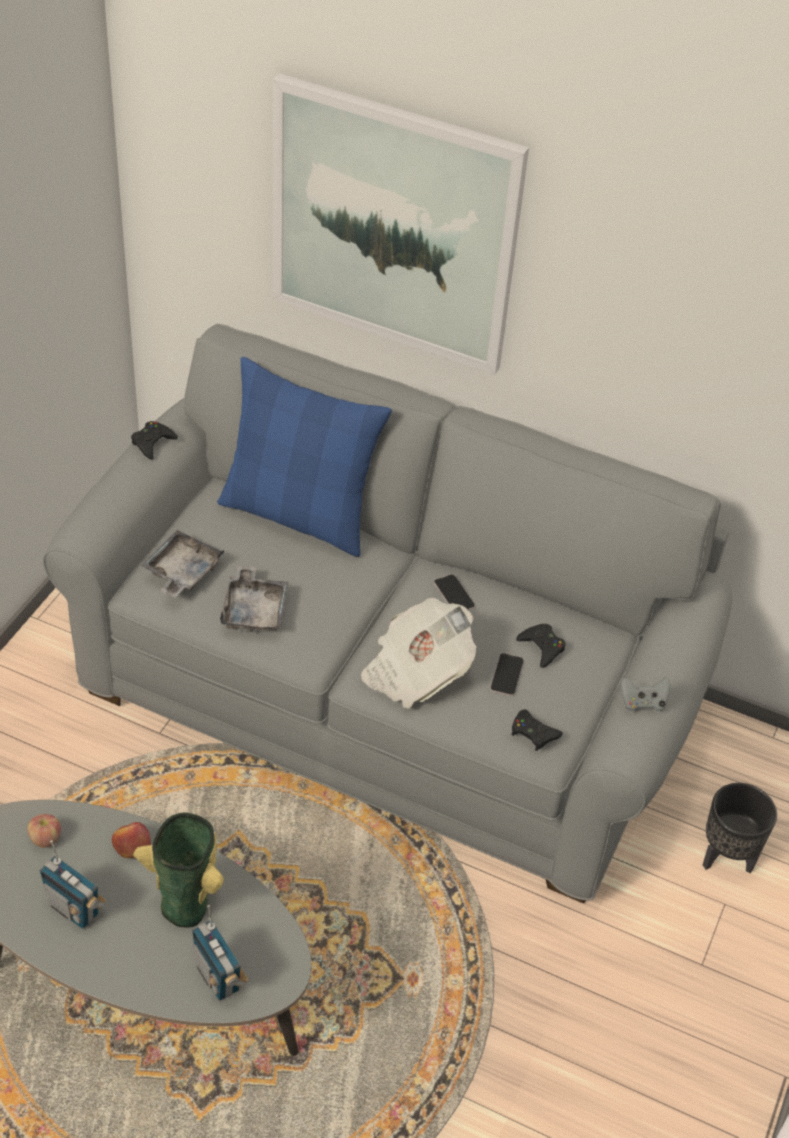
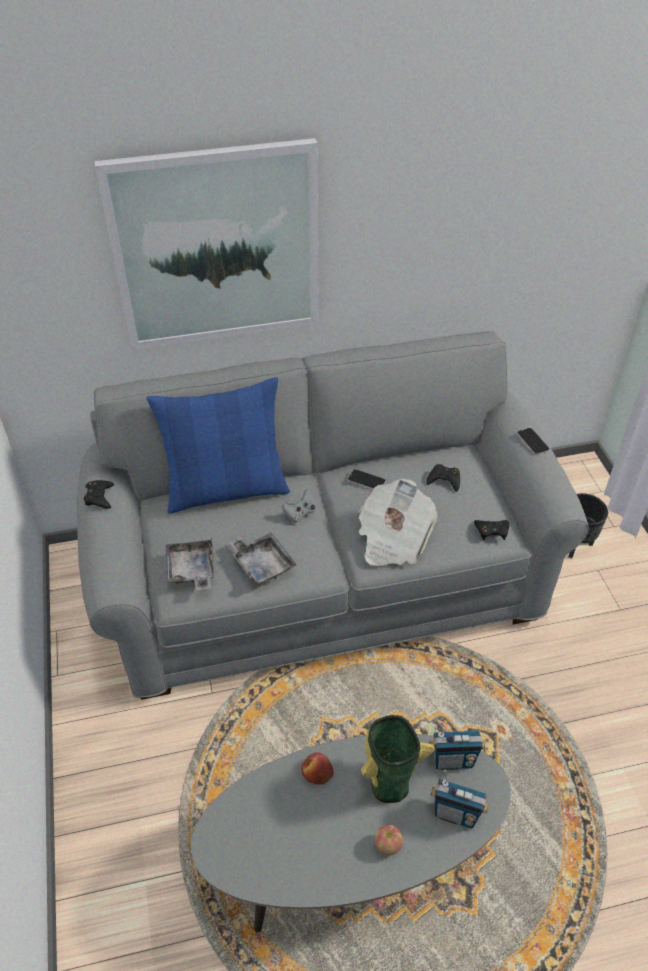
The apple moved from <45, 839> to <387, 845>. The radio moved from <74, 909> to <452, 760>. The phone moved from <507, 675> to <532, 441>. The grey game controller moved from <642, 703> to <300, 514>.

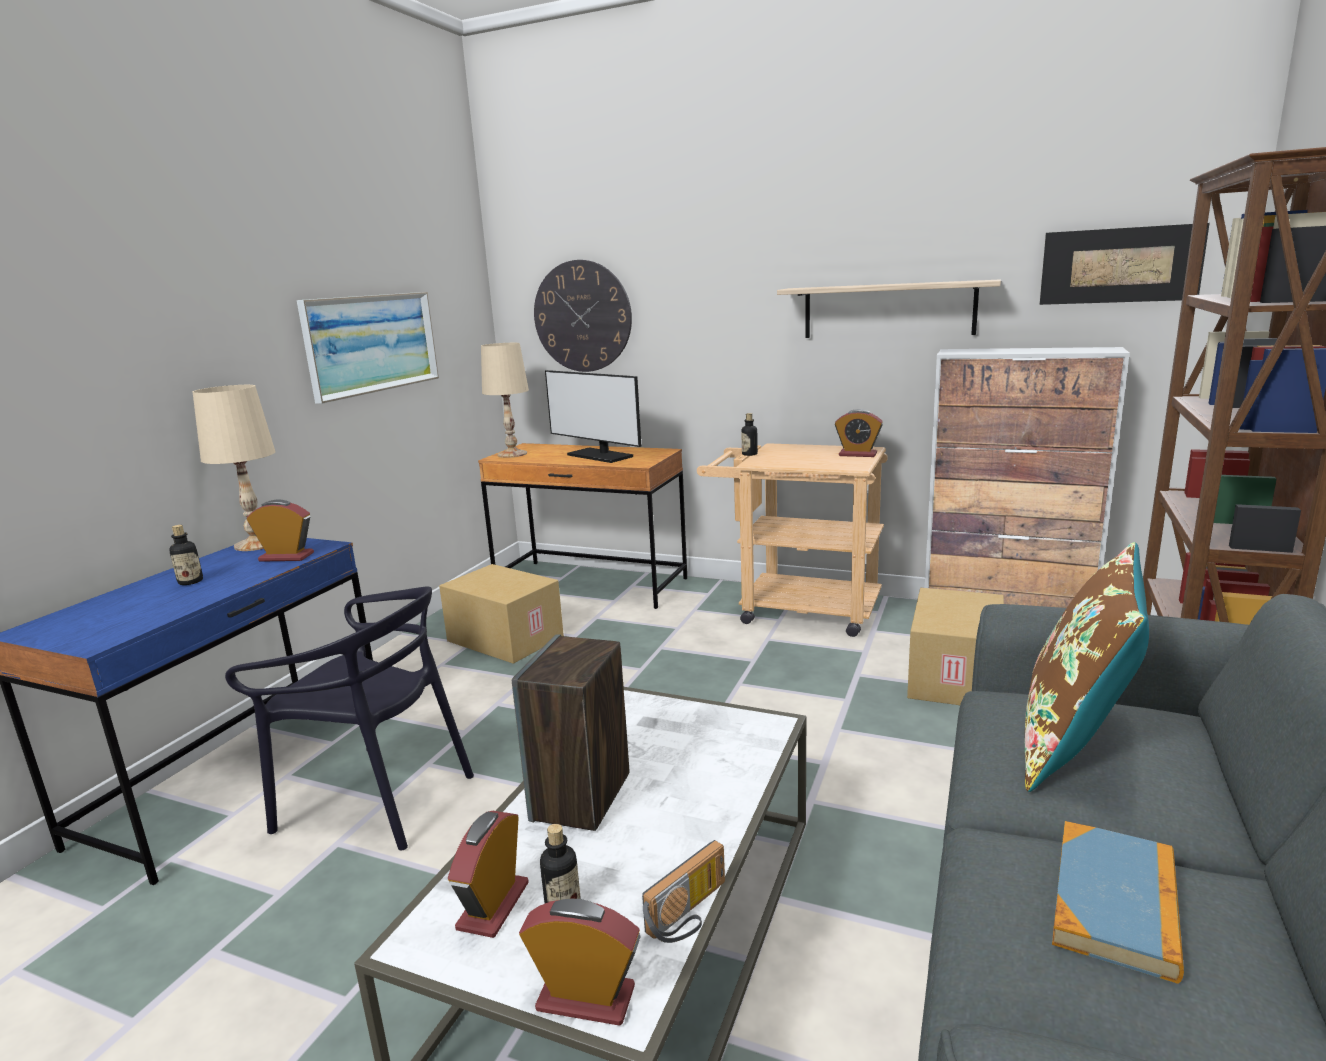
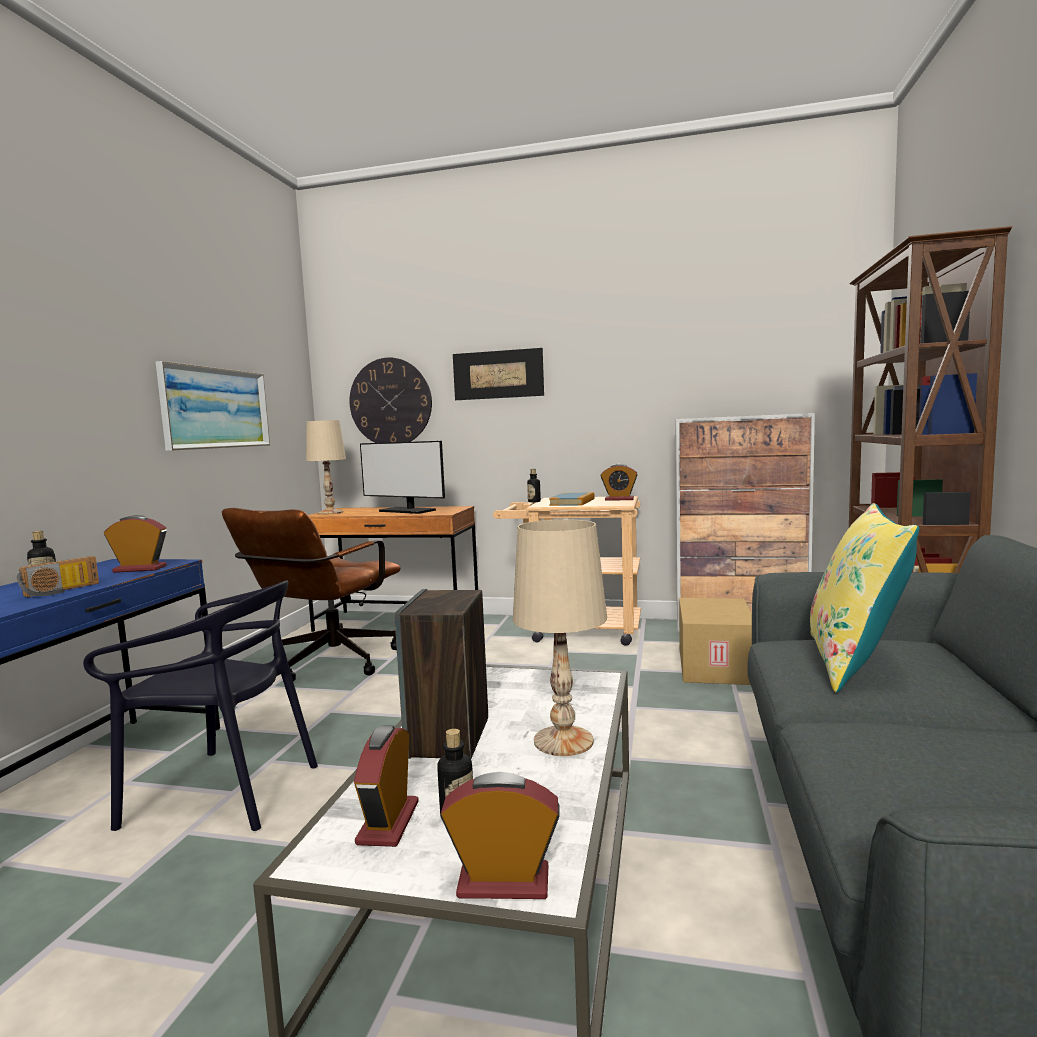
The beige table lamp moved from <257, 544> to <562, 741>. The cardboard box at <503, 639> was replaced by the brown office chair at <326, 665>. The radio moved from <691, 914> to <62, 591>. The shelf at <888, 310> disappeared. The brown pillow at <1074, 744> became the yellow pillow at <854, 663>. The picture moved from <1120, 265> to <498, 374>. The book moved from <1115, 902> to <572, 502>.

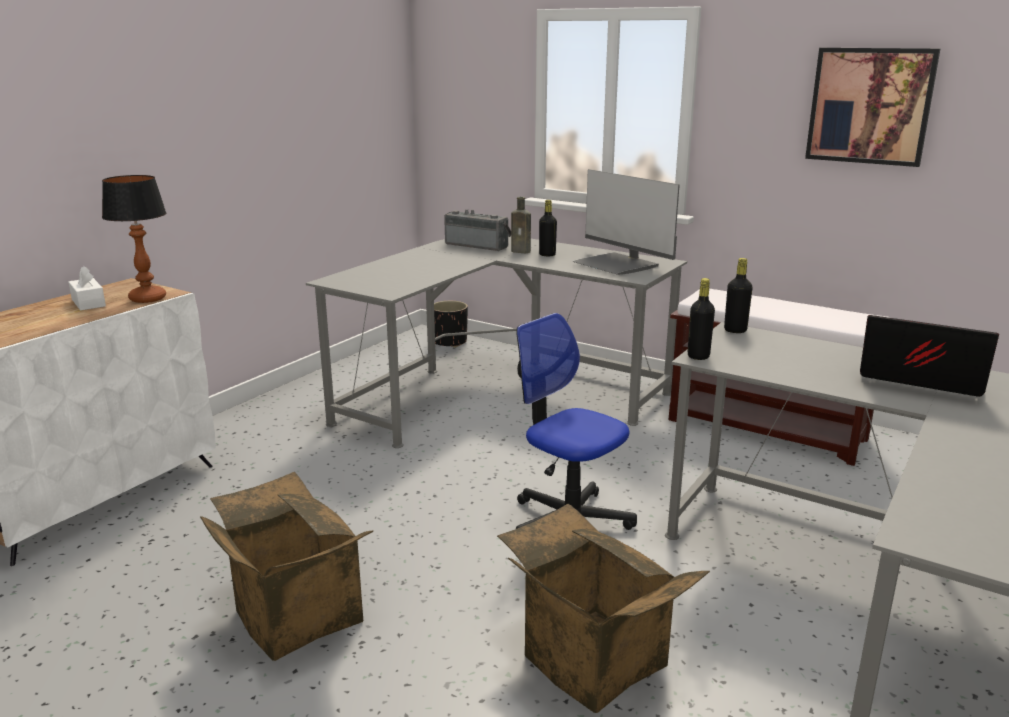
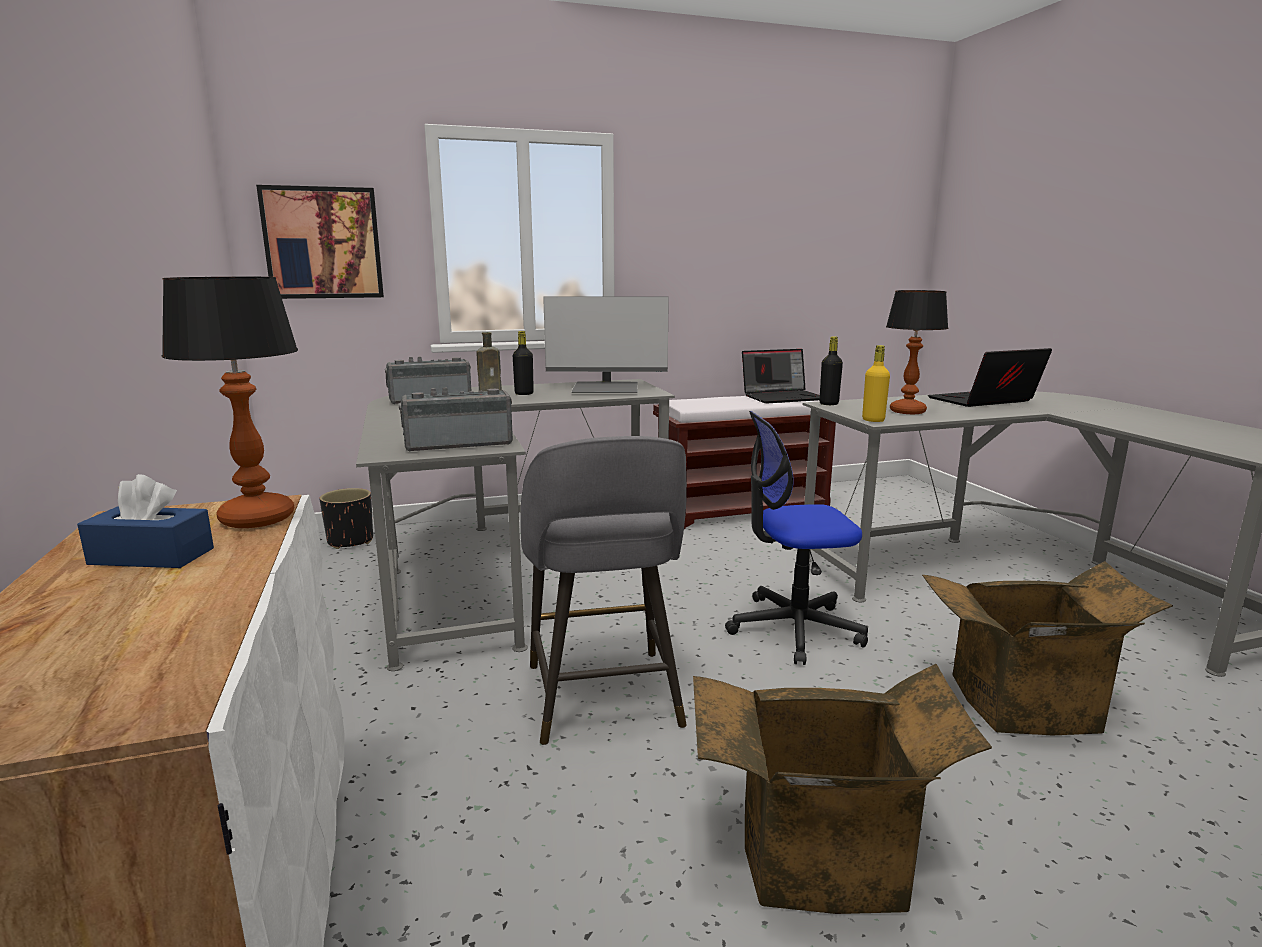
The white tissue box at <88, 303> became the blue tissue box at <151, 556>. The black bottle at <698, 356> became the yellow bottle at <873, 420>. The picture moved from <870, 106> to <323, 243>. The radio at <459, 444> appeared. The grey stool at <603, 698> appeared. The laptop at <783, 397> appeared. The table lamp at <908, 411> appeared.

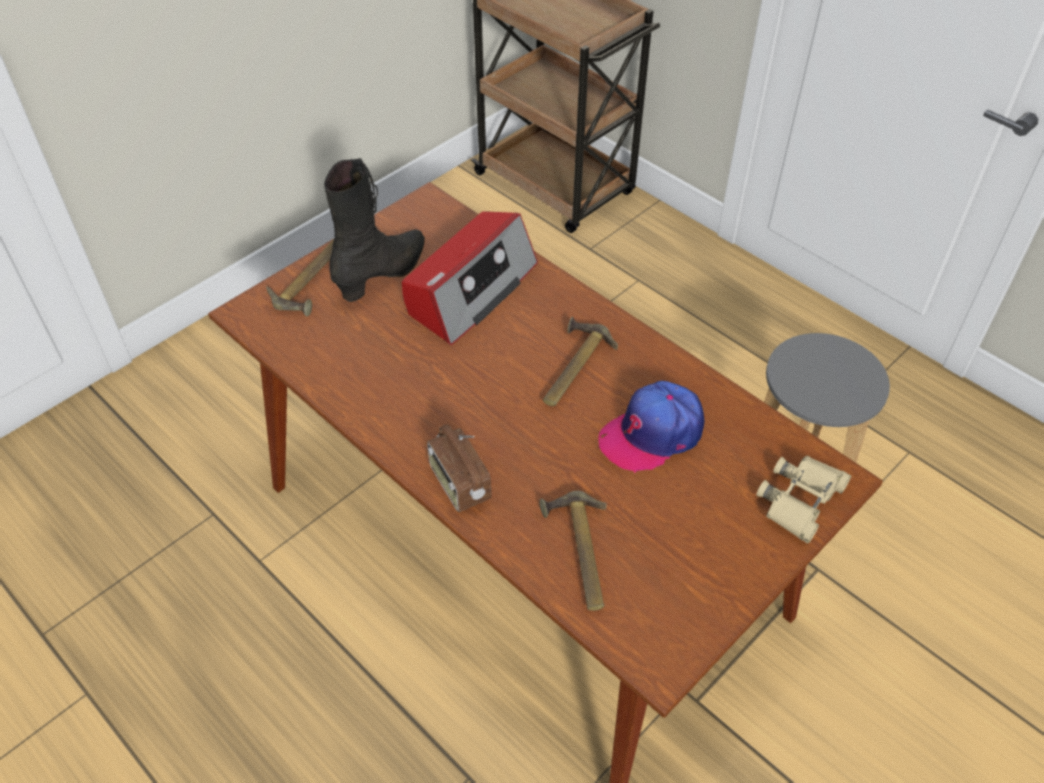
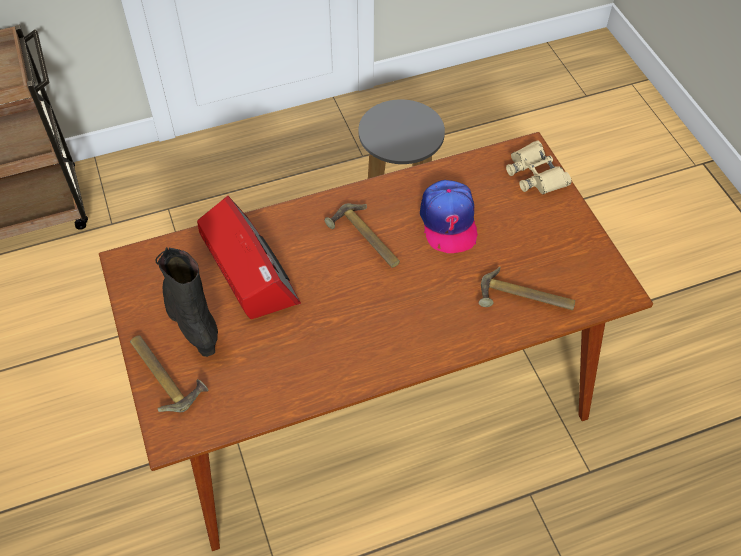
The radio at <459, 484> disappeared.

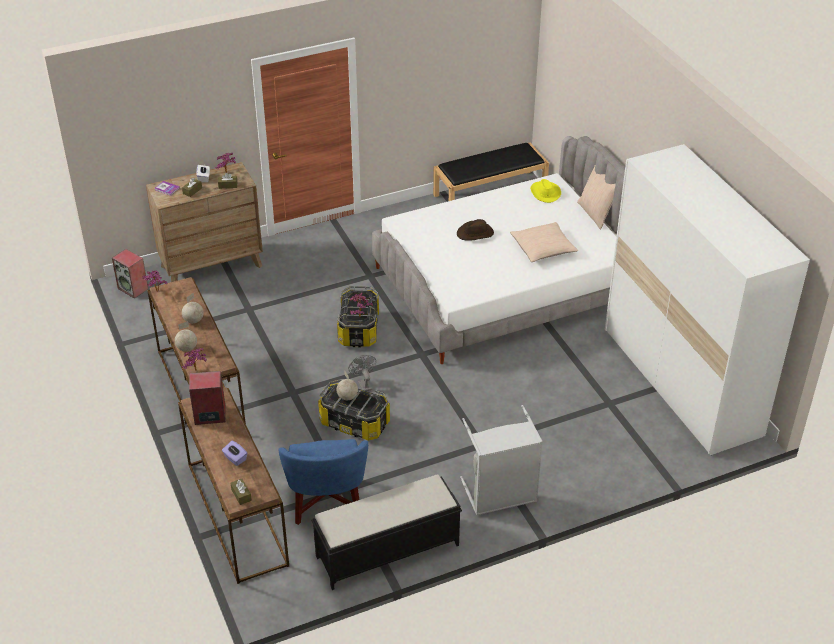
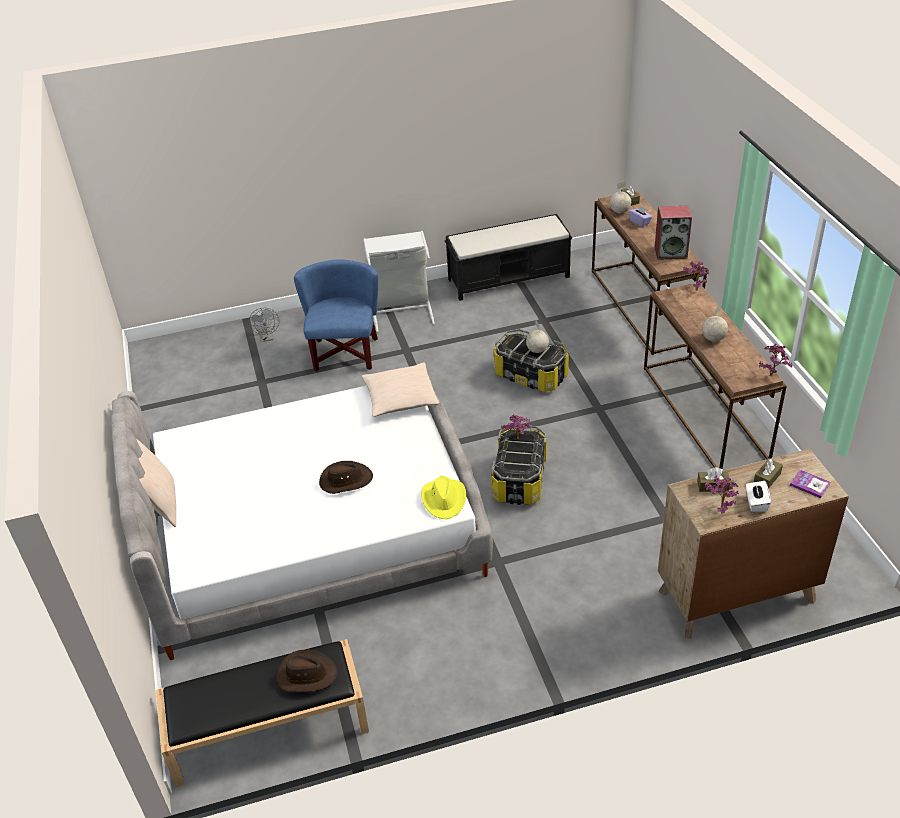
The speaker at <133, 288> disappeared. The globe moved from <187, 348> to <619, 211>. The blue armchair moved from <327, 502> to <345, 354>. The grey fan moved from <363, 384> to <268, 338>. The beige pillow moved from <543, 248> to <400, 398>. The yellow hat moved from <544, 193> to <444, 499>. The white wardrobe at <681, 382> disappeared. The brown hat at <306, 674> appeared.

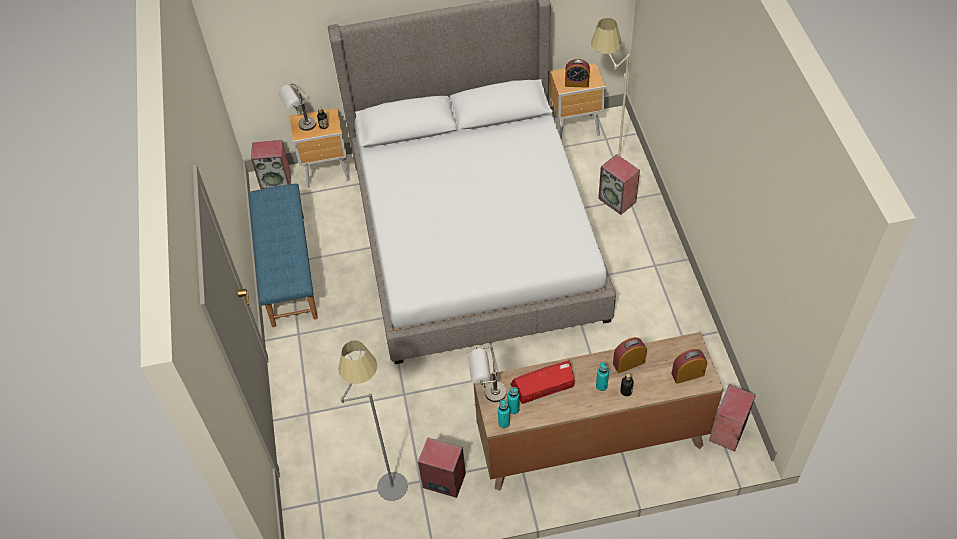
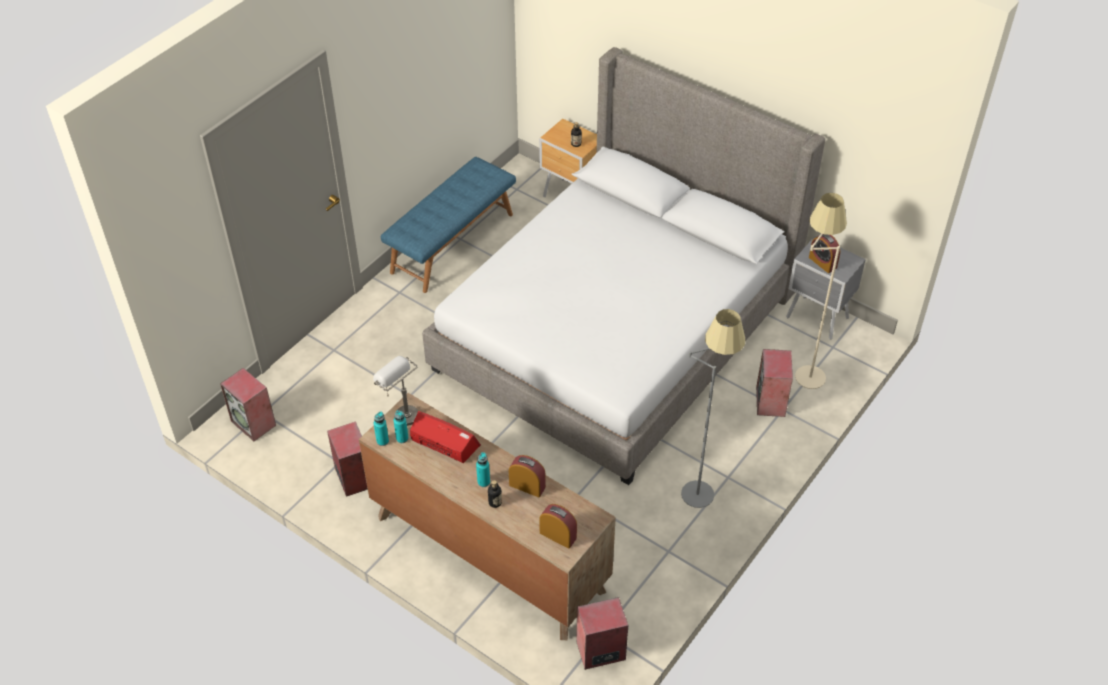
The speaker moved from <276, 181> to <254, 423>. The grey table lamp at <301, 127> disappeared. The grey floor lamp moved from <386, 475> to <701, 482>. The brown nightstand at <576, 129> became the grey nightstand at <818, 319>.

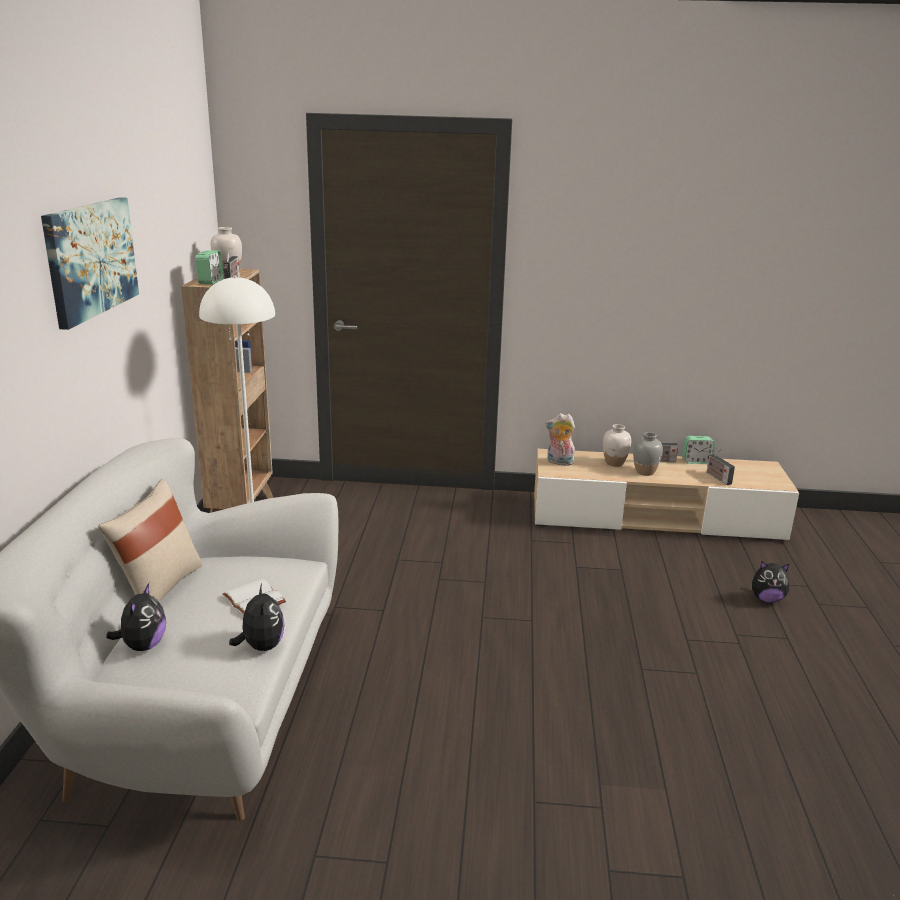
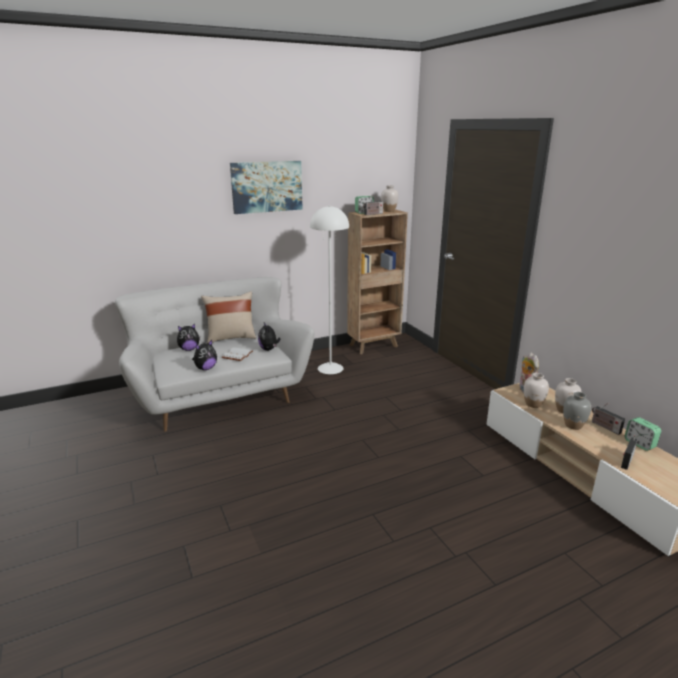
The plush toy moved from <767, 599> to <269, 349>. The white vase at <533, 404> appeared.

